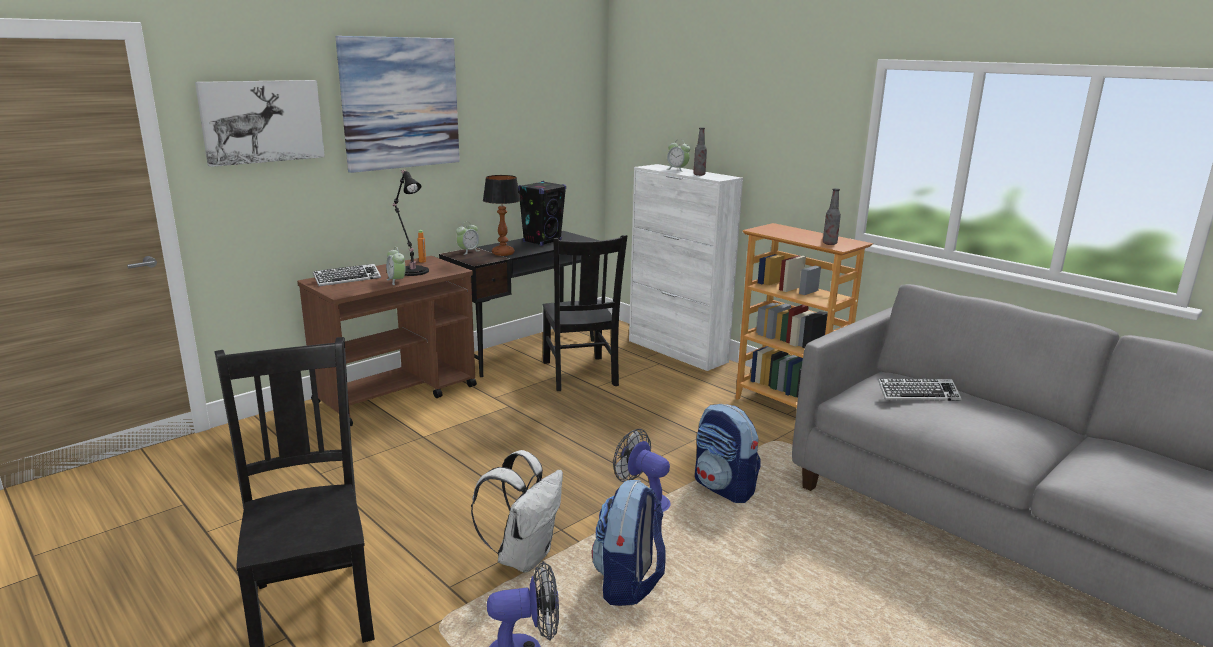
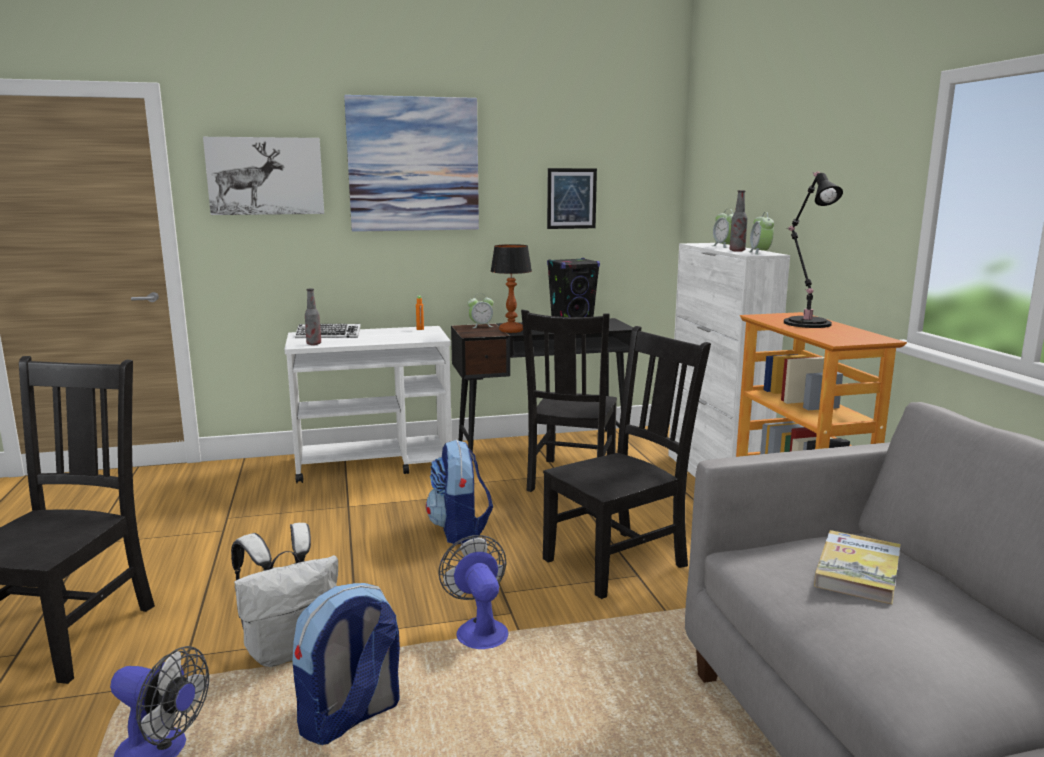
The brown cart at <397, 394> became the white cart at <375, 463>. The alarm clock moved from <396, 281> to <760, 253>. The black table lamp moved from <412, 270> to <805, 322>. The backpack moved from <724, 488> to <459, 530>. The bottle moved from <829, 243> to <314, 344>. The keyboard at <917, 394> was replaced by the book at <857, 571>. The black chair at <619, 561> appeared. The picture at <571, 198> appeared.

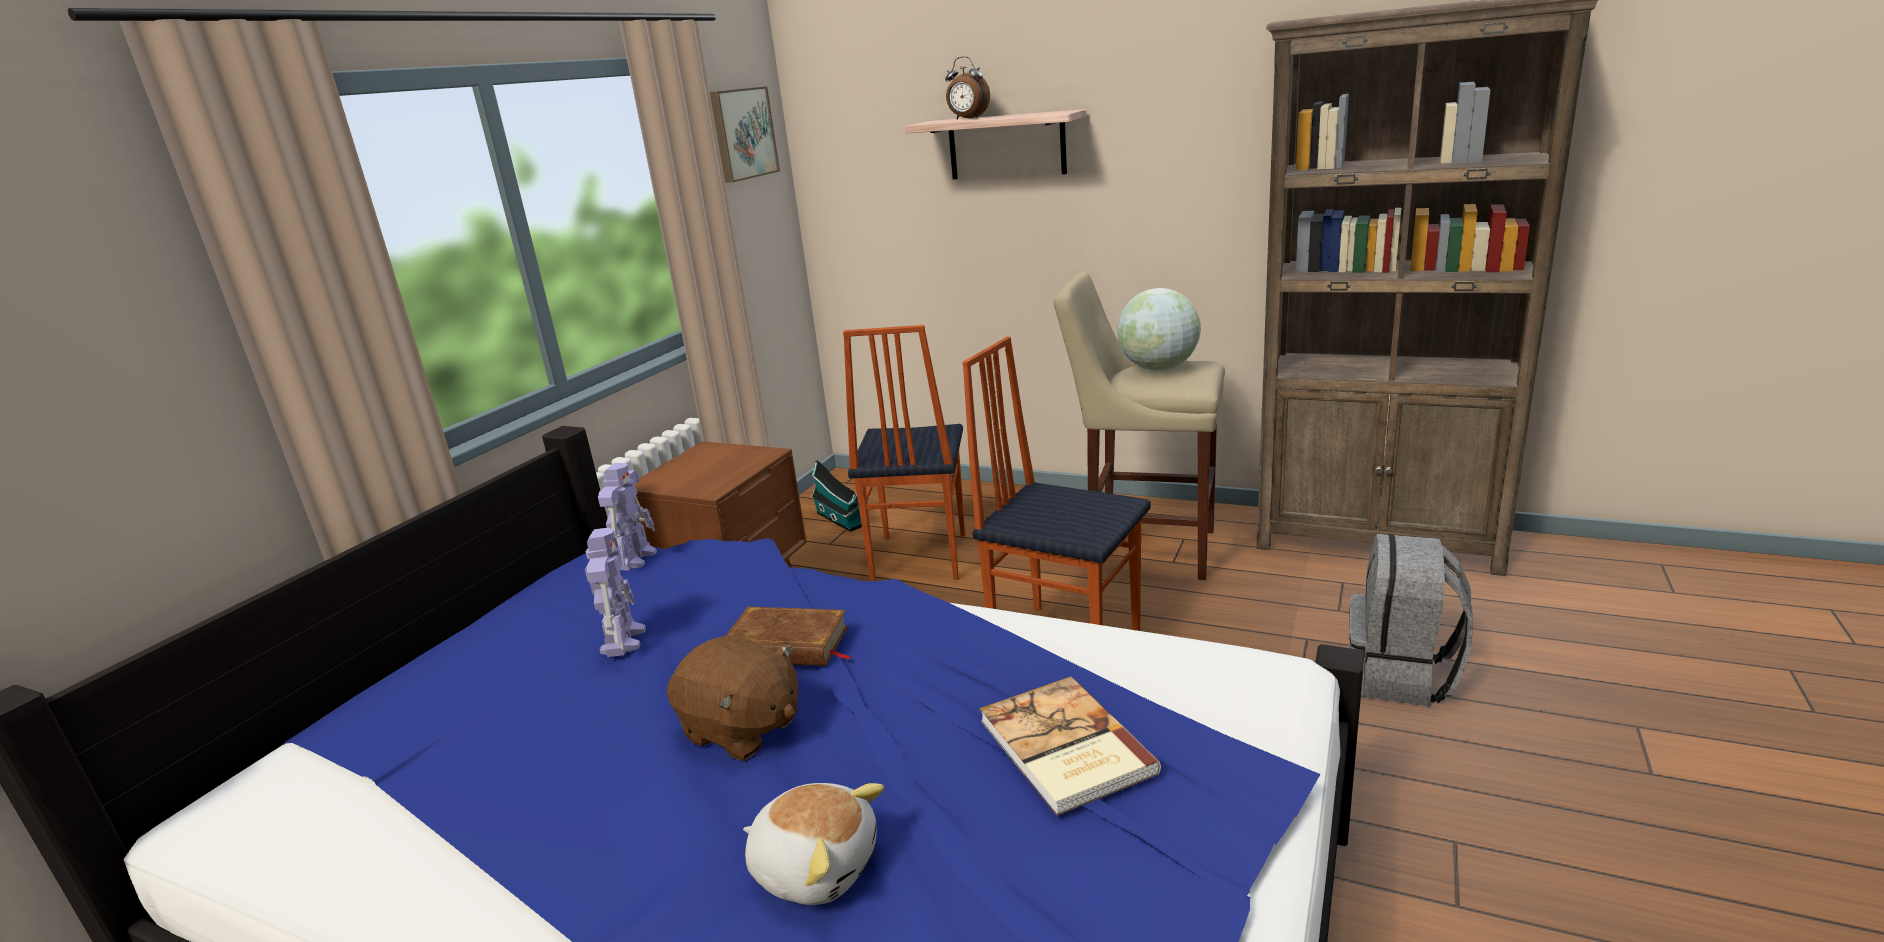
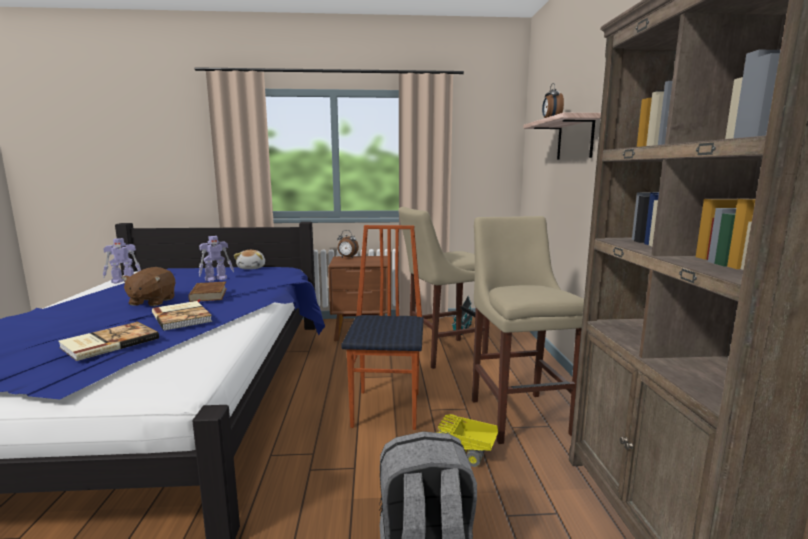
The toy robot moved from <636, 558> to <124, 281>. The picture at <741, 134> disappeared. The plush toy moved from <816, 866> to <252, 268>. The chair at <917, 558> was replaced by the beige stool at <442, 353>. The globe at <1159, 368> disappeared. The book at <183, 317> appeared. The alarm clock at <347, 257> appeared. The toy truck at <466, 453> appeared.

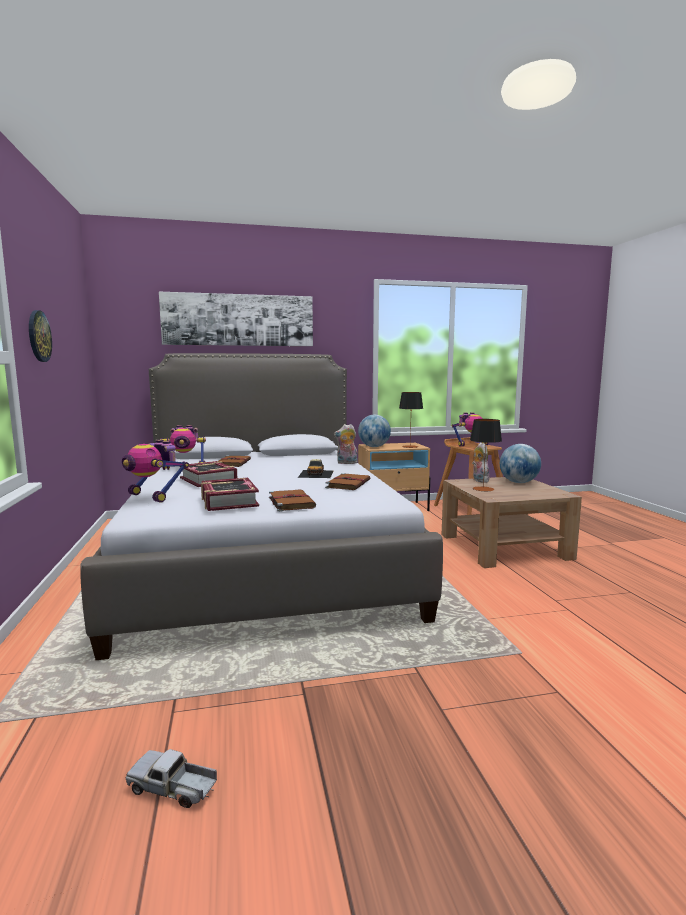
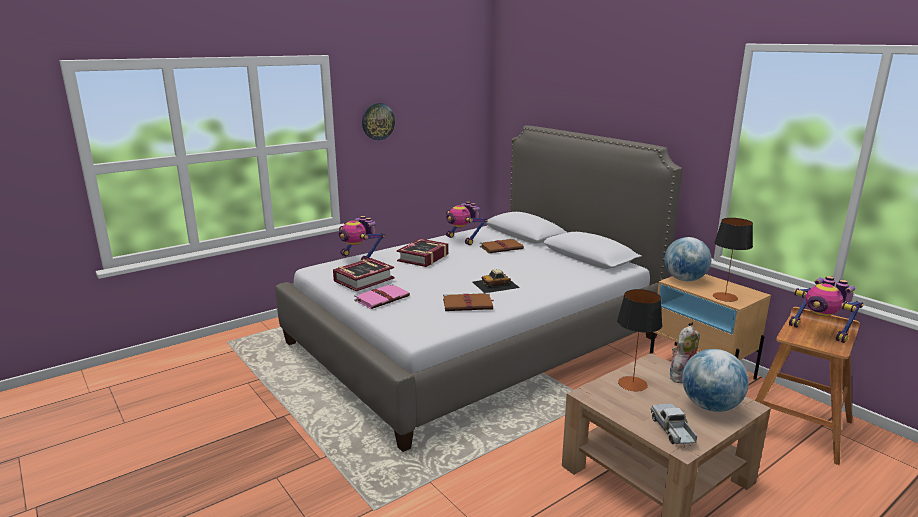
The toy robot at <154, 496> turned 60 degrees counterclockwise. The toy truck moved from <173, 787> to <673, 431>. The picture at <238, 320> disappeared. The brown book at <291, 502> became the pink book at <382, 298>. The plush toy at <346, 463> disappeared.

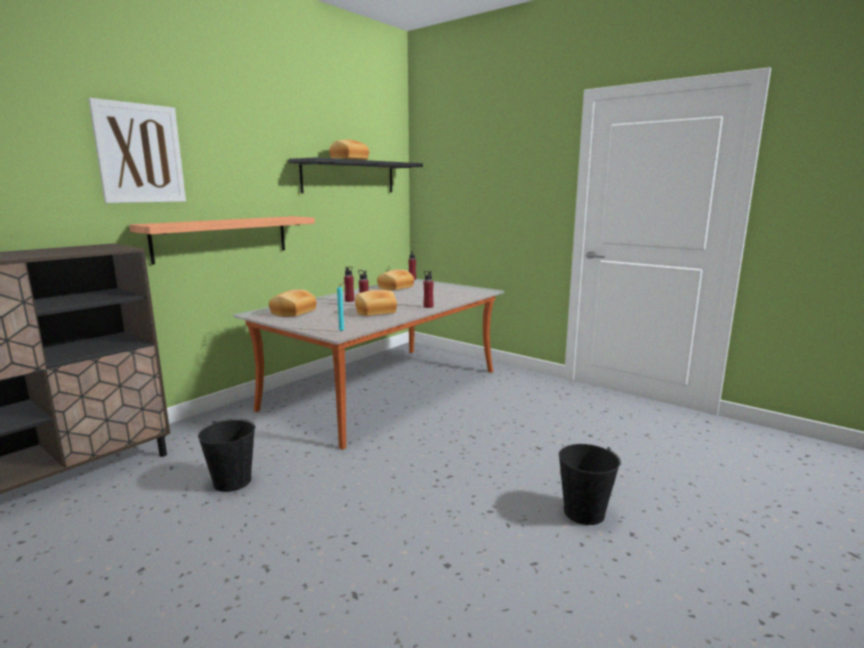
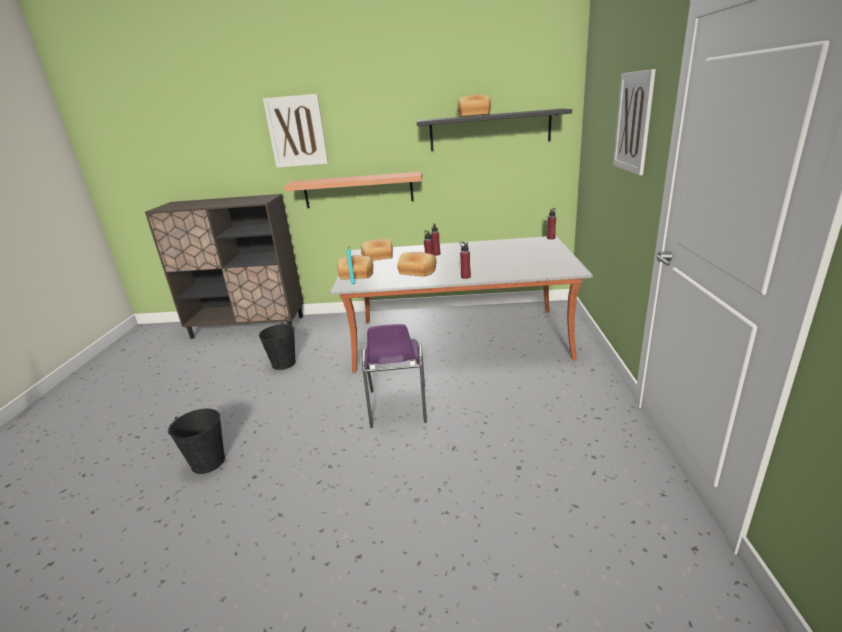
The bread moved from <396, 288> to <356, 275>. The black bucket moved from <583, 512> to <208, 462>. The purple chair at <397, 407> appeared. The picture at <633, 122> appeared.

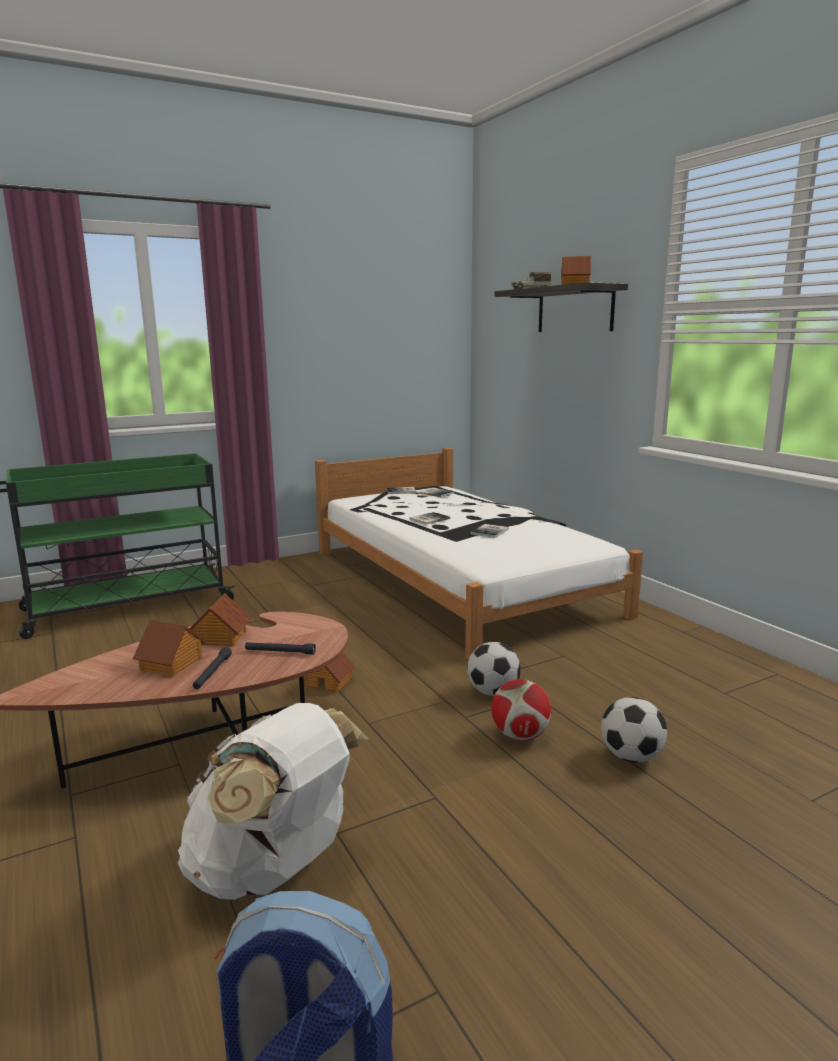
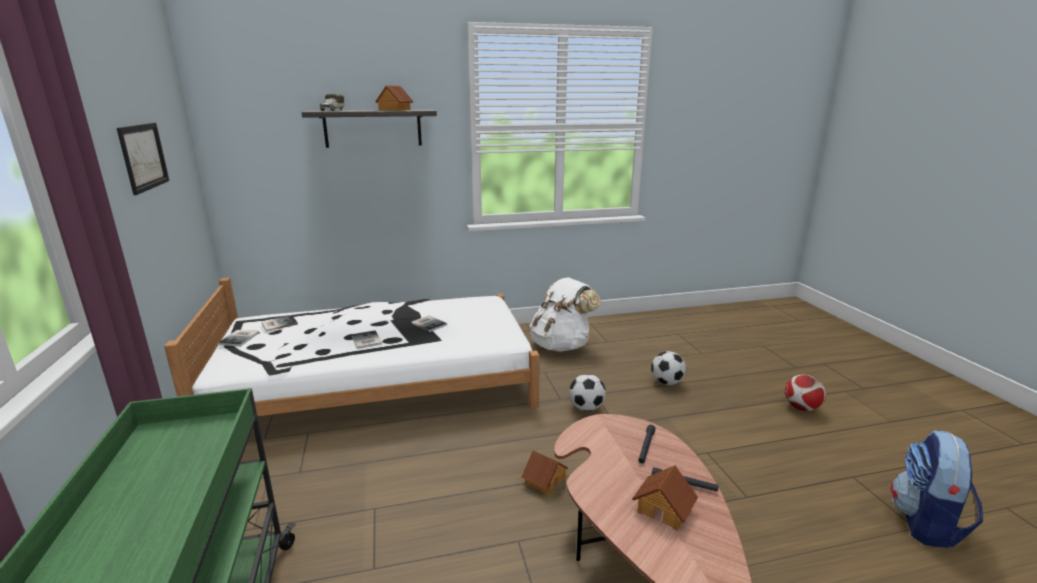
The white backpack moved from <274, 868> to <561, 345>. The toy house at <220, 638> disappeared. The football moved from <520, 735> to <801, 408>. The picture at <143, 157> appeared.

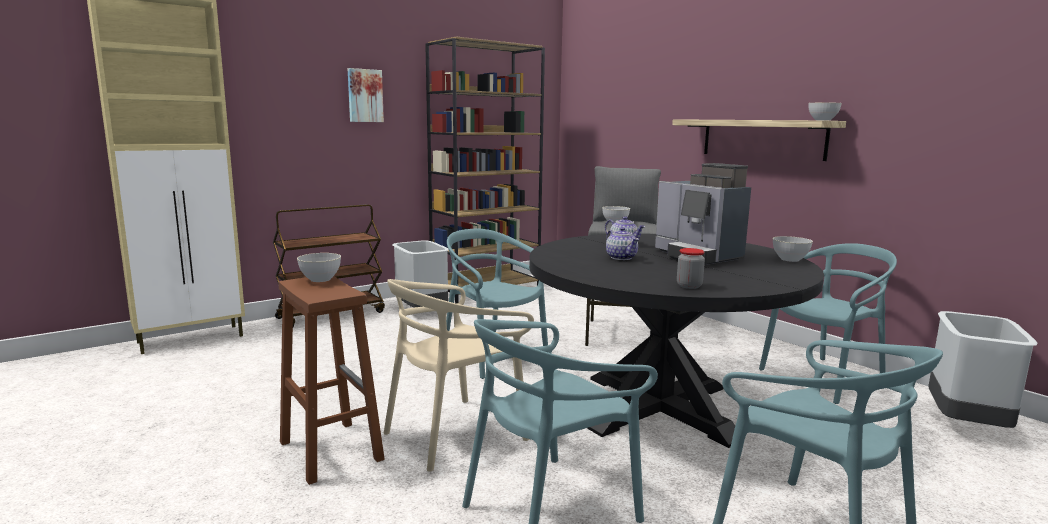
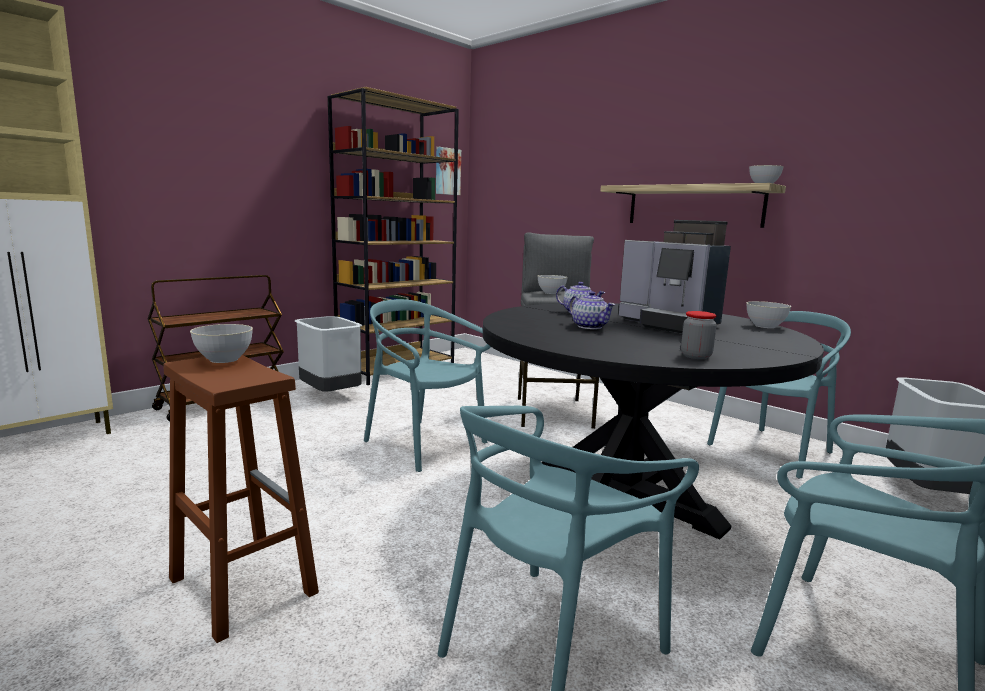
The picture moved from <365, 95> to <447, 171>. The beige chair at <454, 434> disappeared.

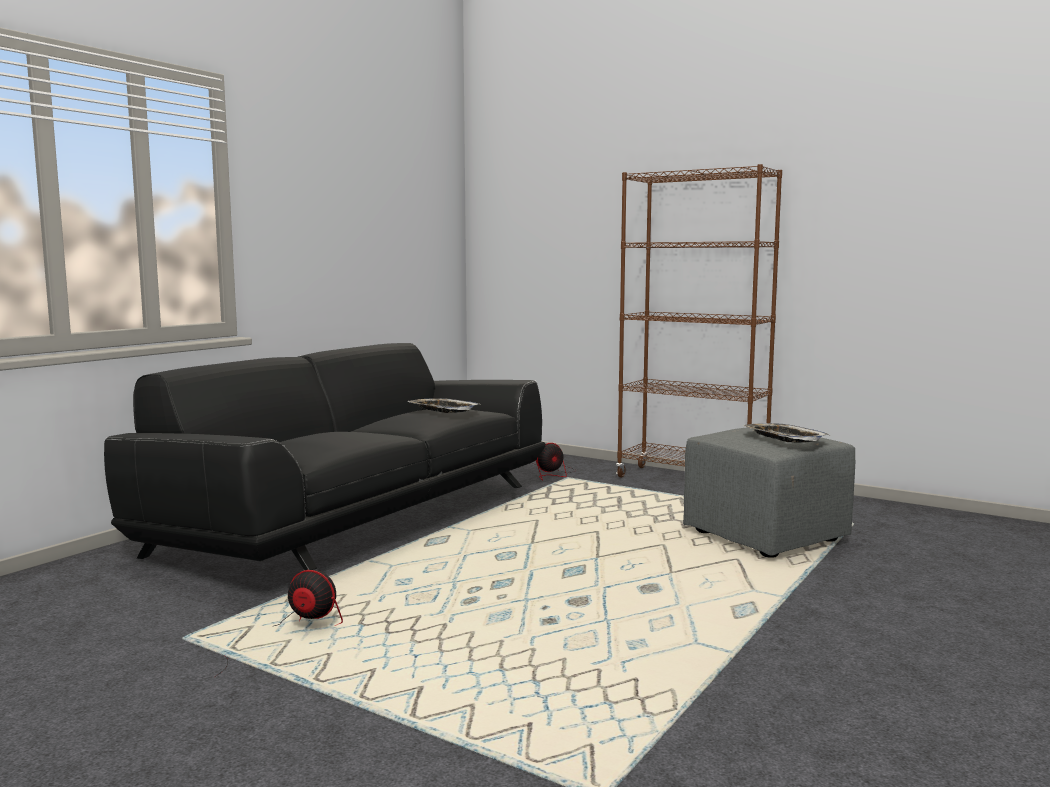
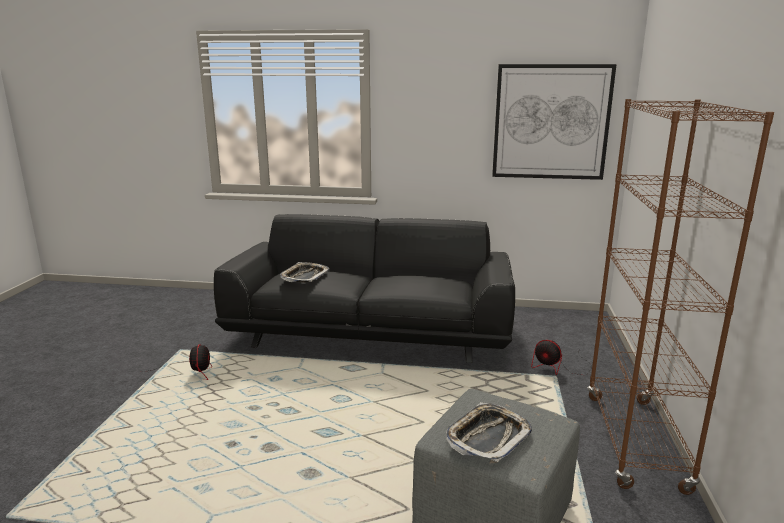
The tray moved from <443, 410> to <304, 276>. The picture at <551, 122> appeared.

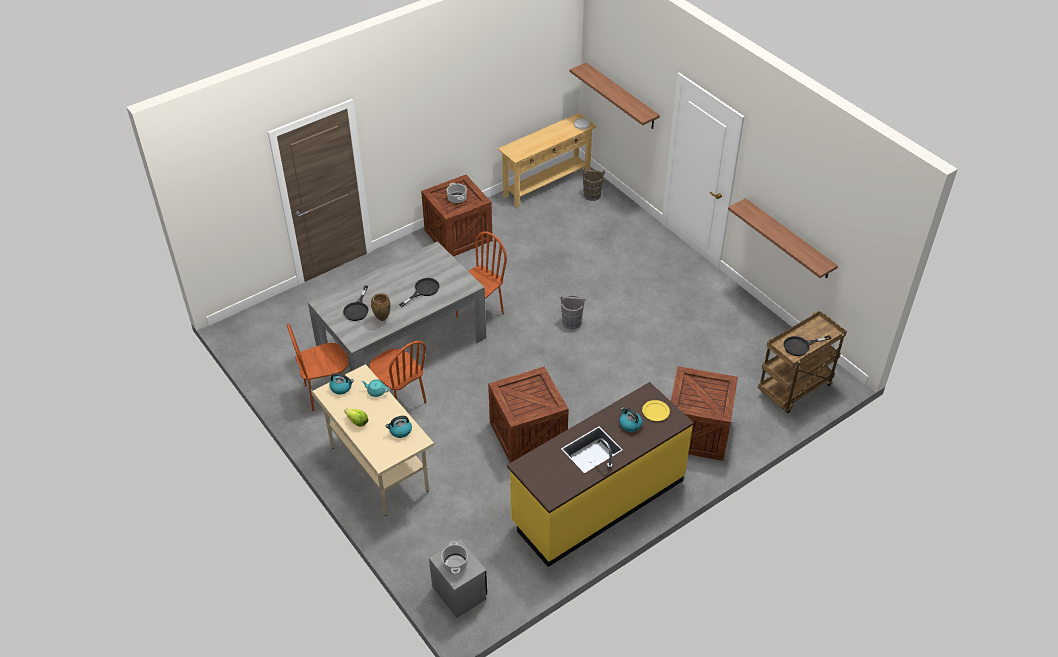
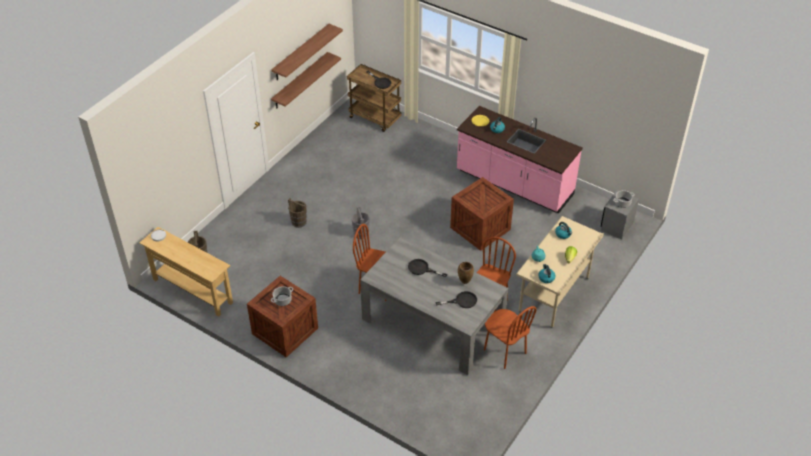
The yellow counter at <597, 501> became the pink counter at <514, 184>. The shelf moved from <621, 96> to <301, 52>. The crate at <698, 432> disappeared. The brown bucket at <298, 222> appeared.

